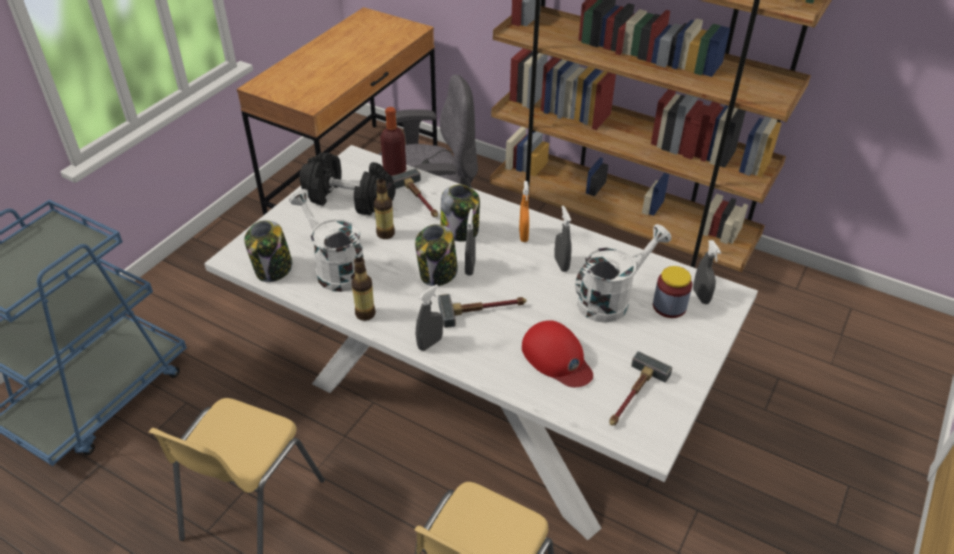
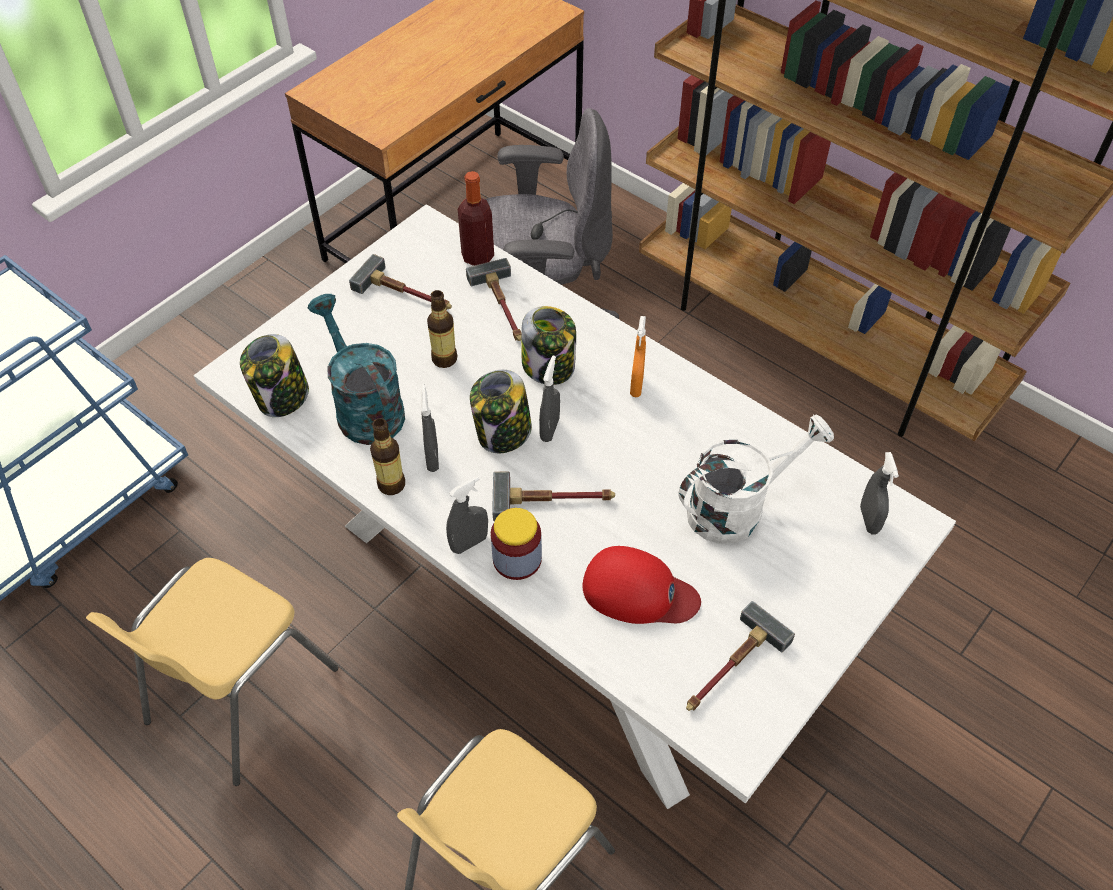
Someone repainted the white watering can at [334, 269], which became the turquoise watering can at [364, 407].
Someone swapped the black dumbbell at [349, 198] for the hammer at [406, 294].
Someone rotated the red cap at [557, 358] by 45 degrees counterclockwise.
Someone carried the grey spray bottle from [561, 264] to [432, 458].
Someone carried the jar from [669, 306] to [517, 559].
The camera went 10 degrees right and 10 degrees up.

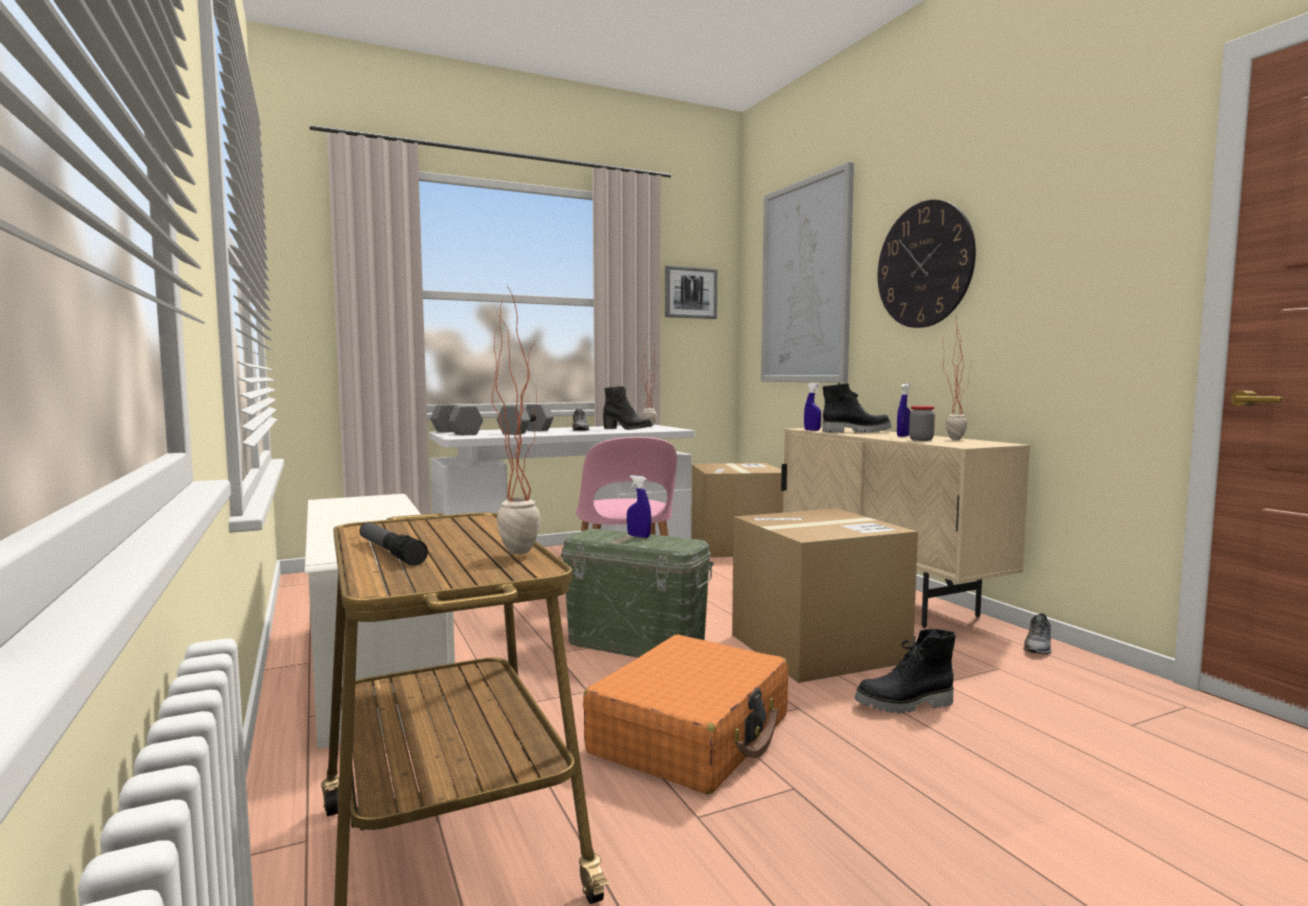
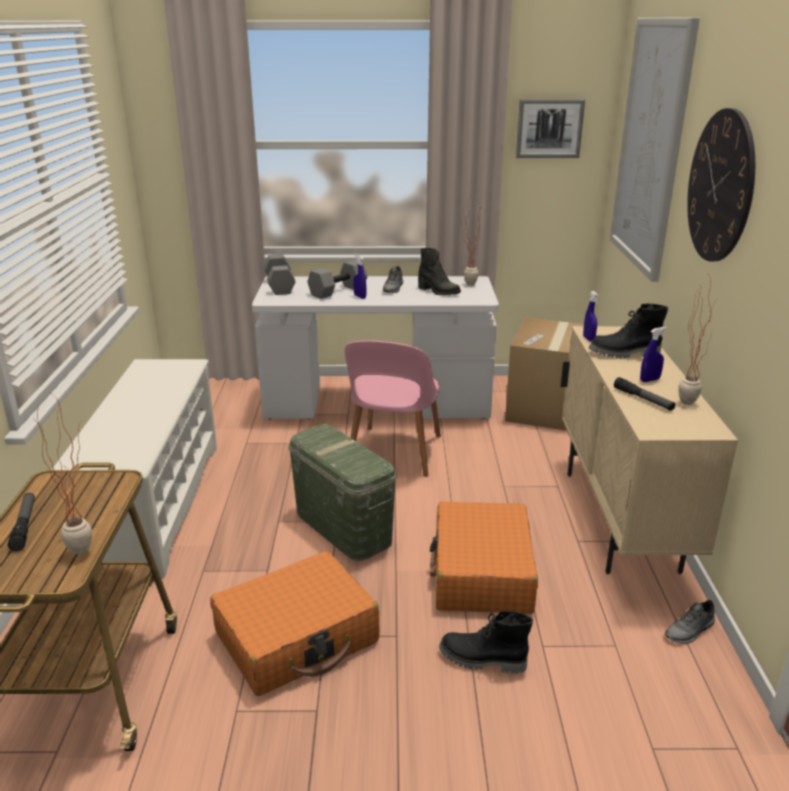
Someone carried the blue spray bottle from [638, 536] to [360, 297].
Someone swapped the cardboard box at [817, 648] for the orange suitcase at [482, 572].
Someone rotated the black boot at [856, 432] by 150 degrees clockwise.
Someone swapped the jar at [921, 440] for the flashlight at [643, 399].
The camera went 25 degrees right and 20 degrees up.

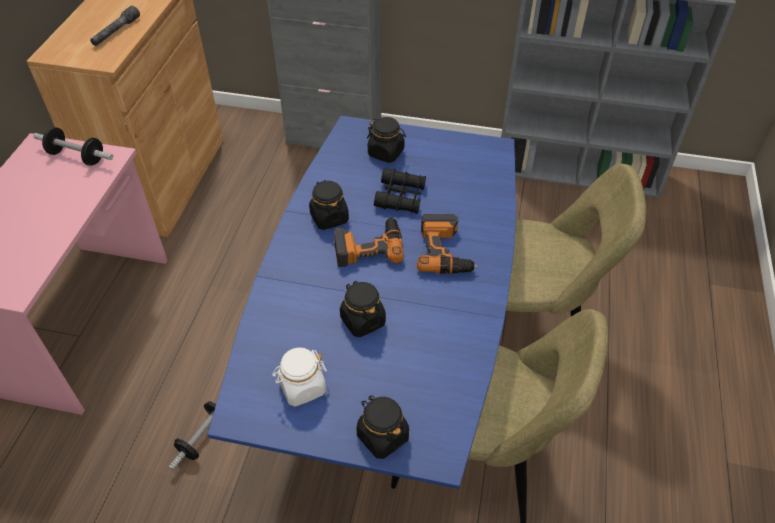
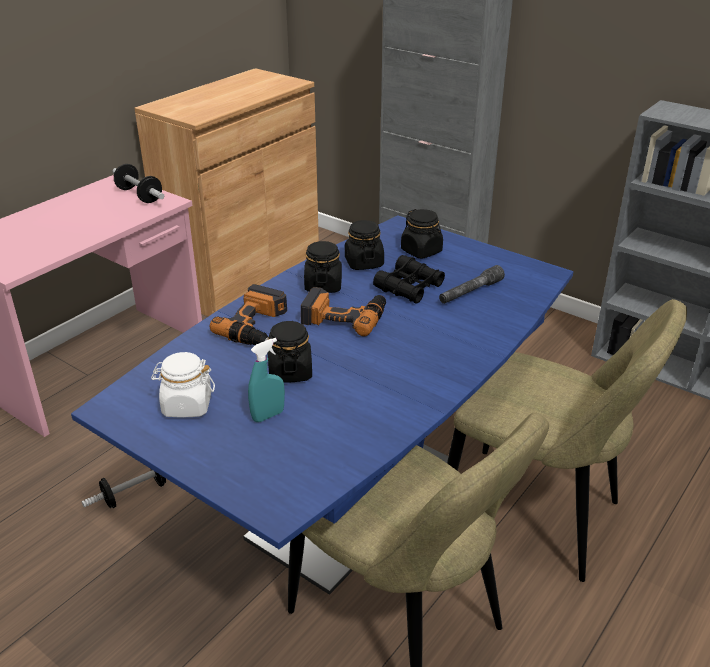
Someone carried the grey flashlight from [116, 32] to [470, 292].
Someone carried the black jar from [382, 436] to [364, 263].
Someone carried the power drill from [445, 251] to [257, 326].
Someone put down the turquoise spray bottle at [268, 415].
The camera went 25 degrees right and 15 degrees down.

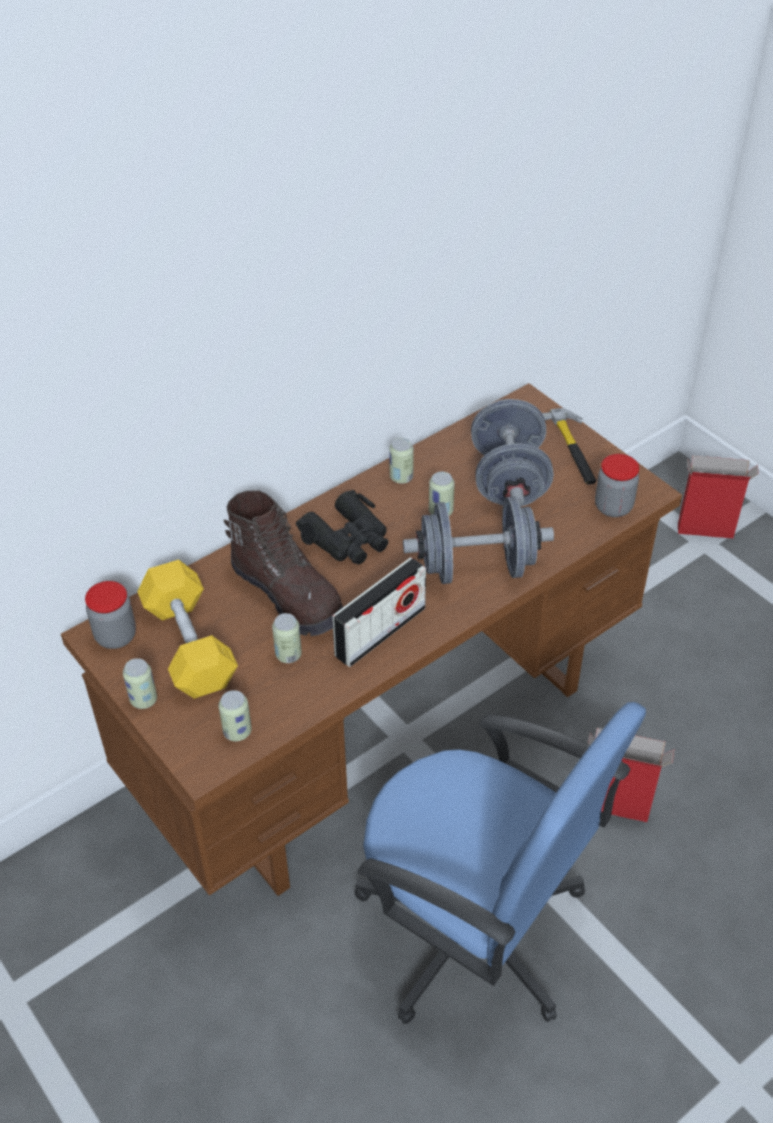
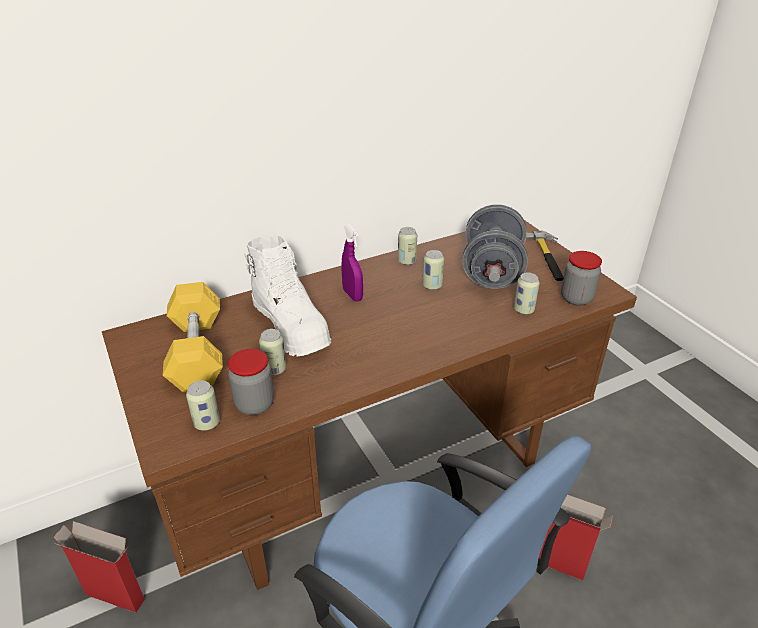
Someone carried the jar from [116, 636] to [254, 404].
Someone carried the can from [143, 699] to [523, 310].
Someone repainted the brown boot at [289, 594], which became the white boot at [291, 326].
Someone swapped the black binoculars at [348, 539] for the purple spray bottle at [352, 295].
Someone took away the radio at [380, 632].
Someone took away the grey dumbbell at [476, 567].
Someone carried the cardboard box from [706, 531] to [116, 597].
The camera went 10 degrees right and 10 degrees down.

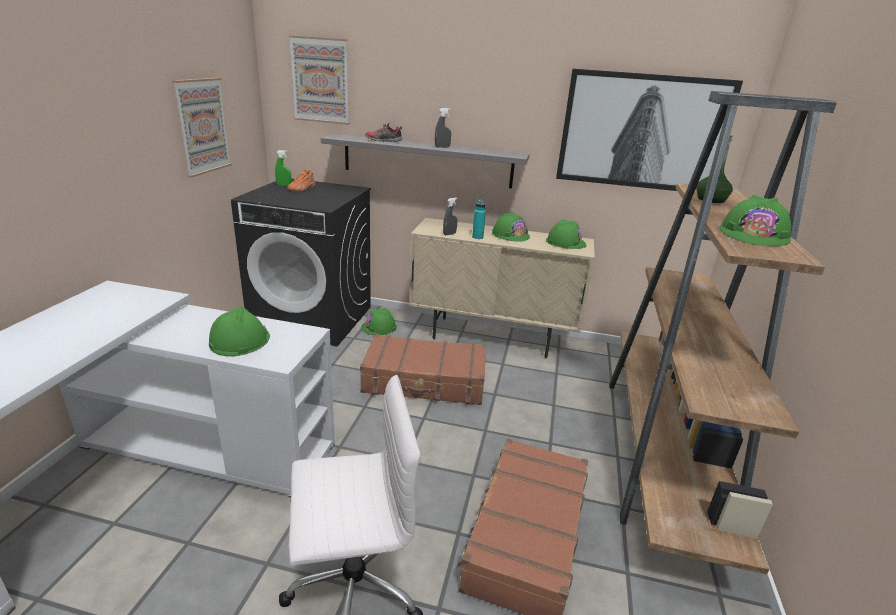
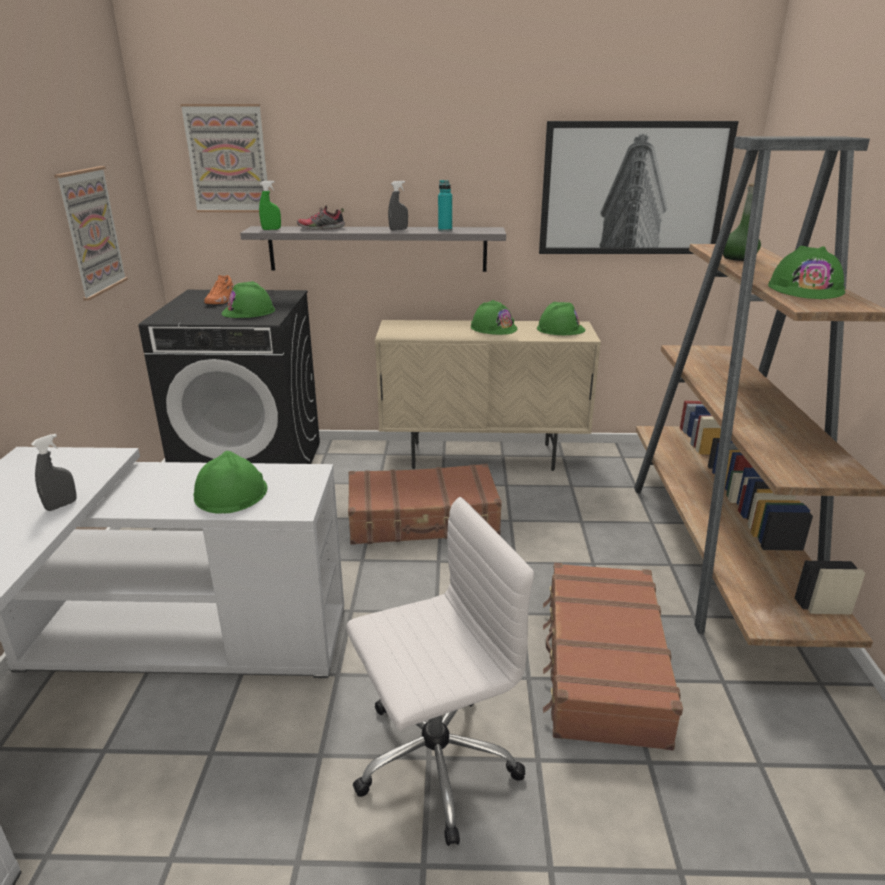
Someone carried the green spray bottle from [284, 185] to [271, 229].
Someone carried the green hard hat from [378, 327] to [248, 311].
Someone carried the grey spray bottle from [449, 234] to [61, 505].
Someone carried the turquoise bottle from [477, 237] to [445, 230].
The camera went 10 degrees left and 0 degrees up.

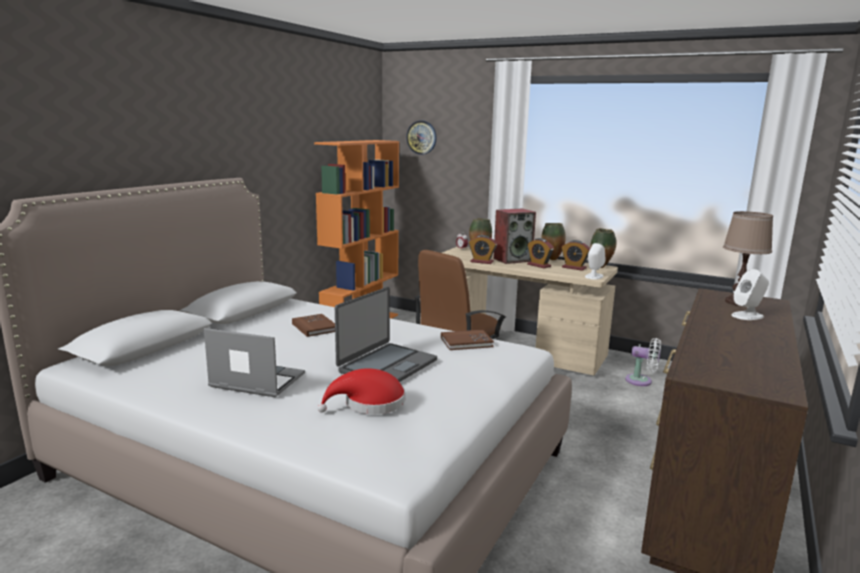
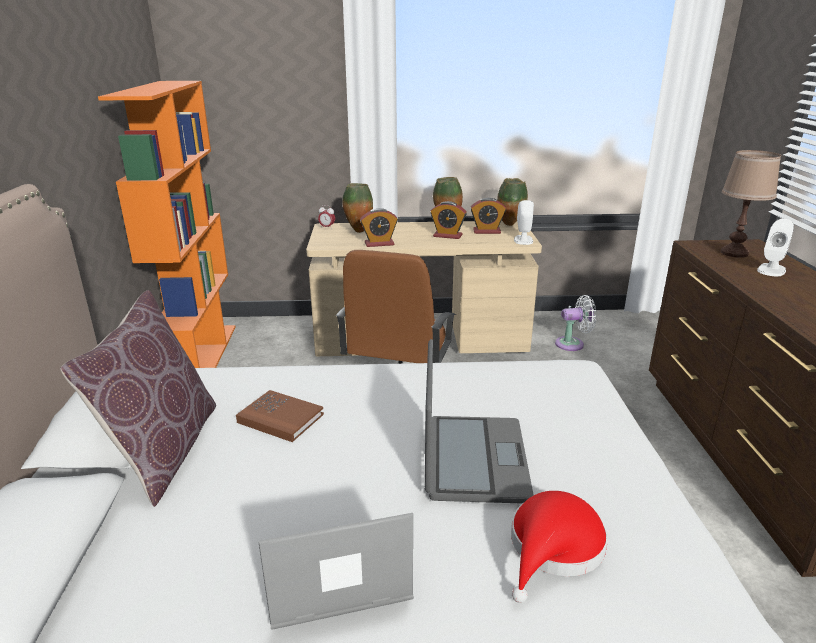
Someone took away the wall clock at [421, 137].
Someone took away the brown book at [466, 342].
Someone took away the speaker at [513, 259].
Someone put down the brown pillow at [164, 450].
The camera went 30 degrees left and 10 degrees up.

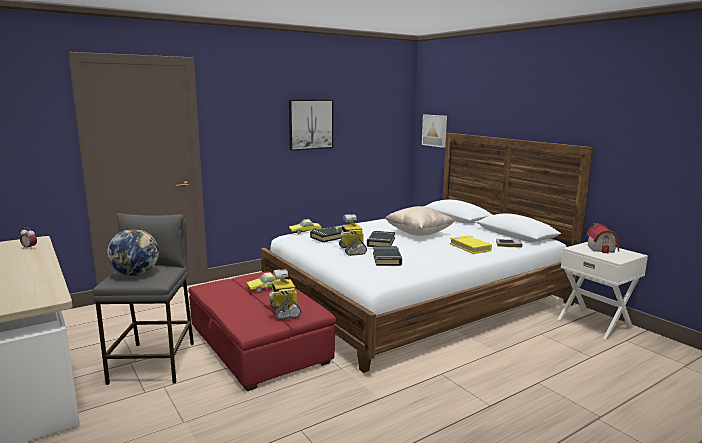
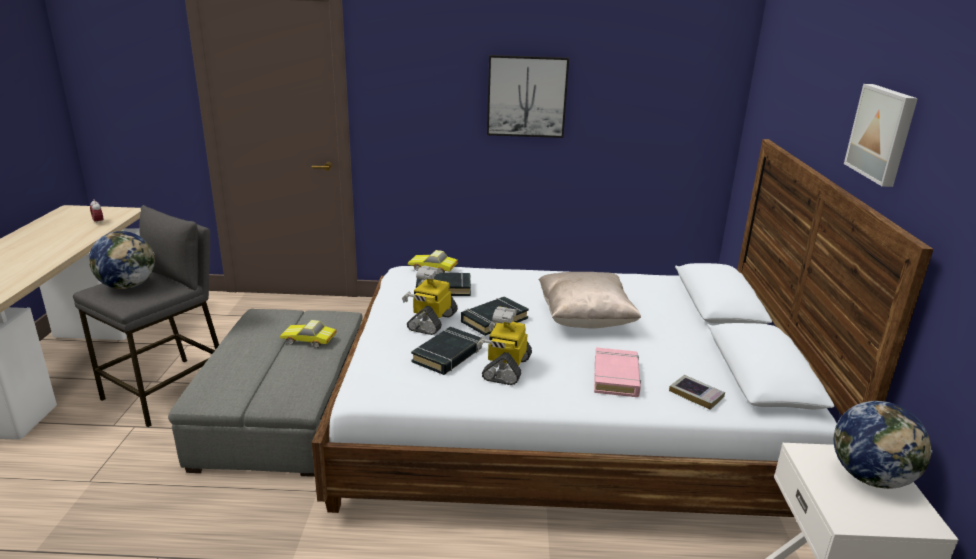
Someone repainted the red ottoman at [258, 345], which became the grey ottoman at [282, 411].
Someone carried the toy robot from [283, 311] to [505, 368].
Someone carried the picture from [435, 130] to [883, 133].
Someone repainted the yellow book at [470, 247], which became the pink book at [616, 377].
Someone swapped the toy house at [602, 248] for the globe at [870, 477].
The camera went 35 degrees right and 10 degrees up.

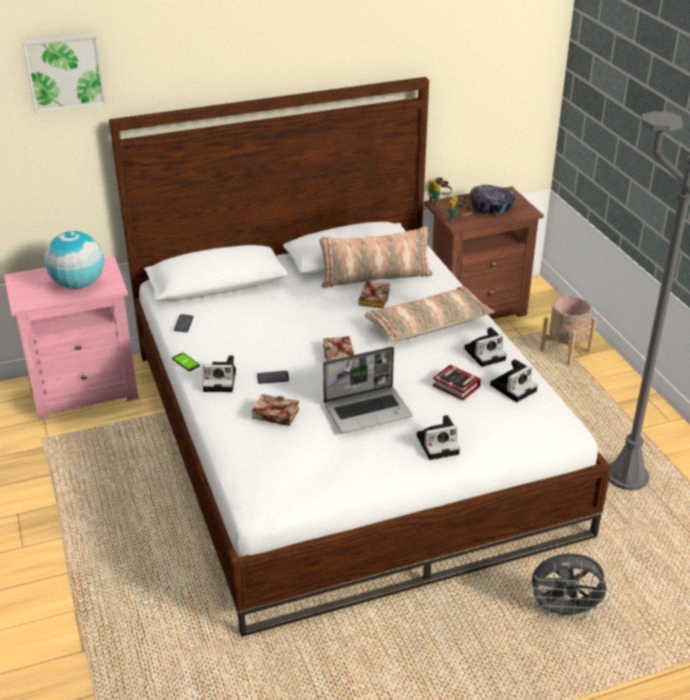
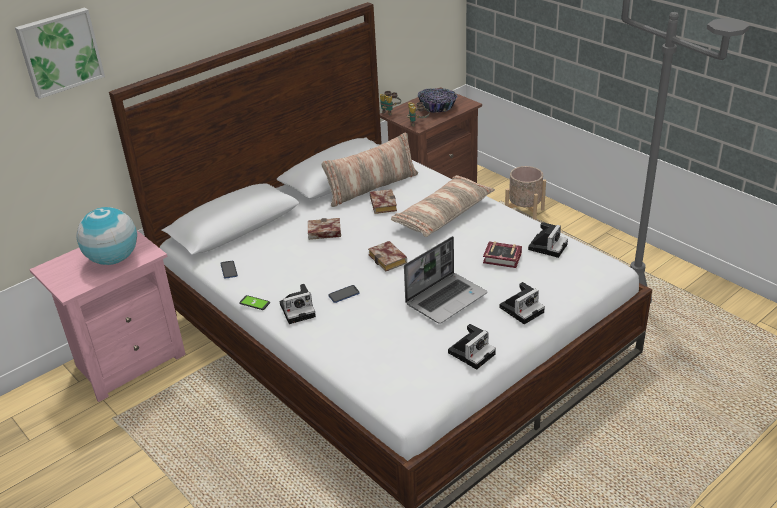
Someone carried the book from [273, 414] to [323, 233].
Someone carried the photo camera from [486, 353] to [472, 352].
Someone took away the grey fan at [564, 611].
The camera went 20 degrees left and 0 degrees up.

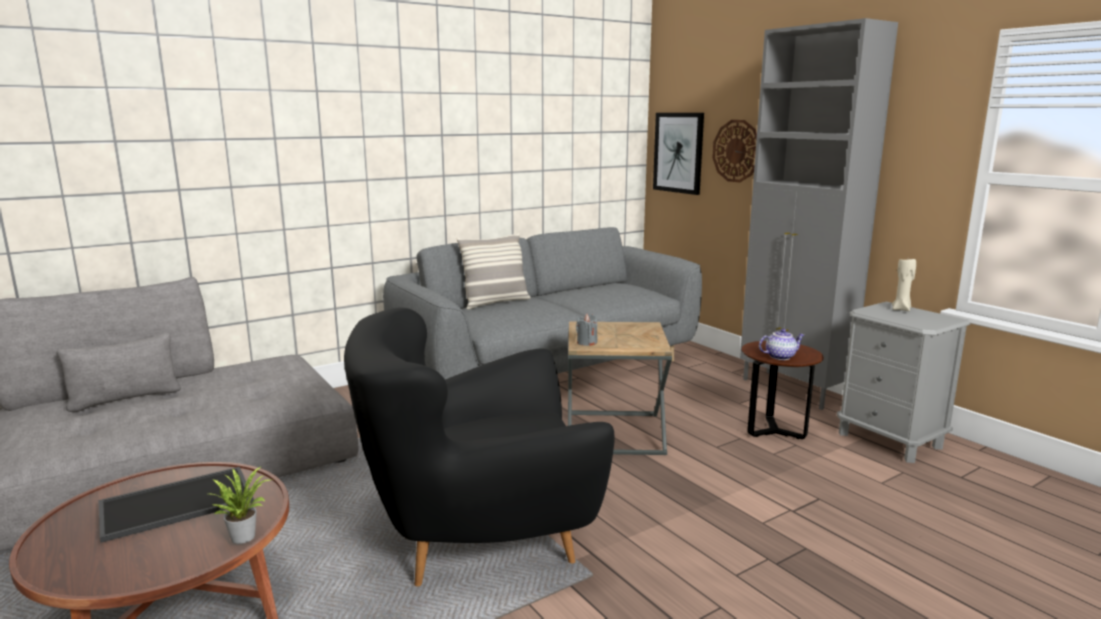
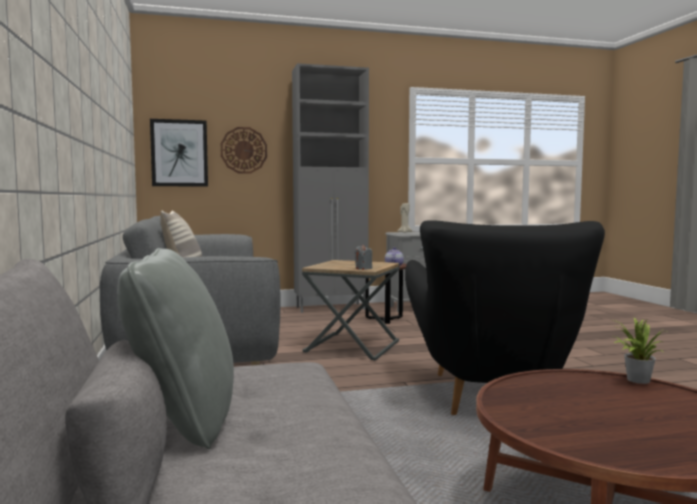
Someone took away the tray at [175, 504].
Someone put down the grey pillow at [183, 418].
The camera went 70 degrees left and 10 degrees down.

